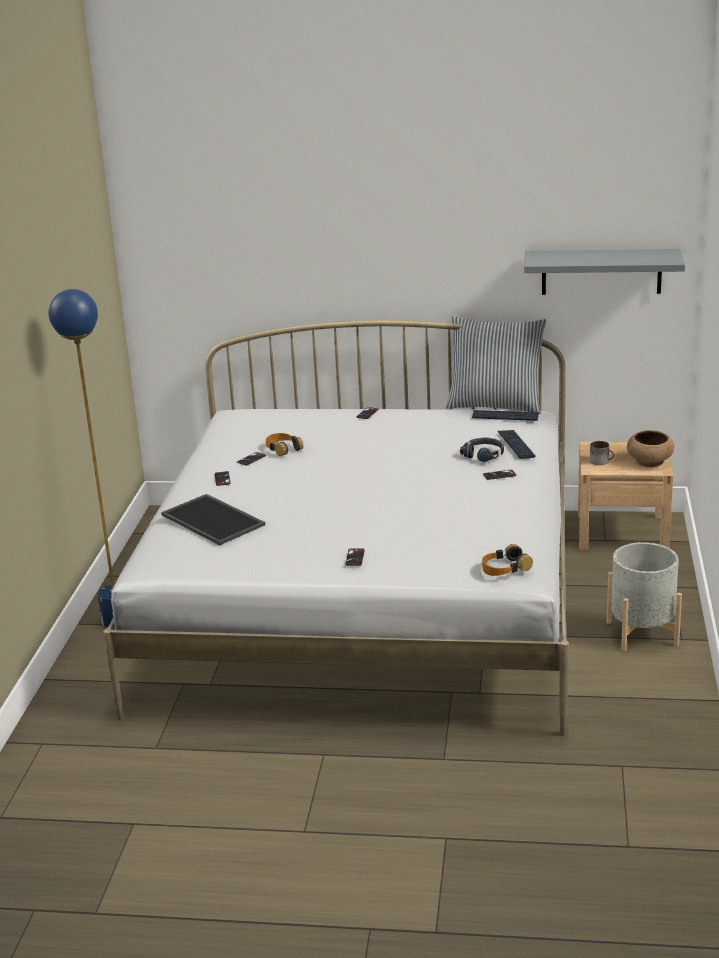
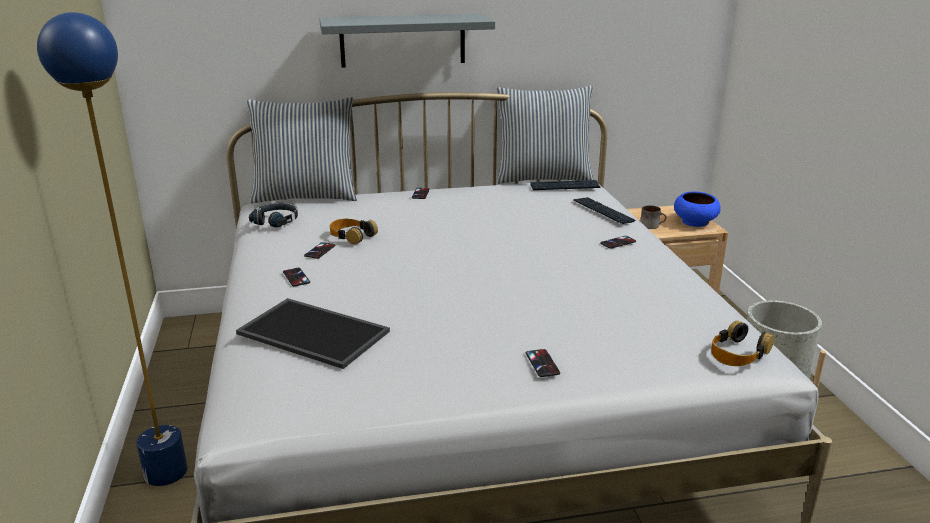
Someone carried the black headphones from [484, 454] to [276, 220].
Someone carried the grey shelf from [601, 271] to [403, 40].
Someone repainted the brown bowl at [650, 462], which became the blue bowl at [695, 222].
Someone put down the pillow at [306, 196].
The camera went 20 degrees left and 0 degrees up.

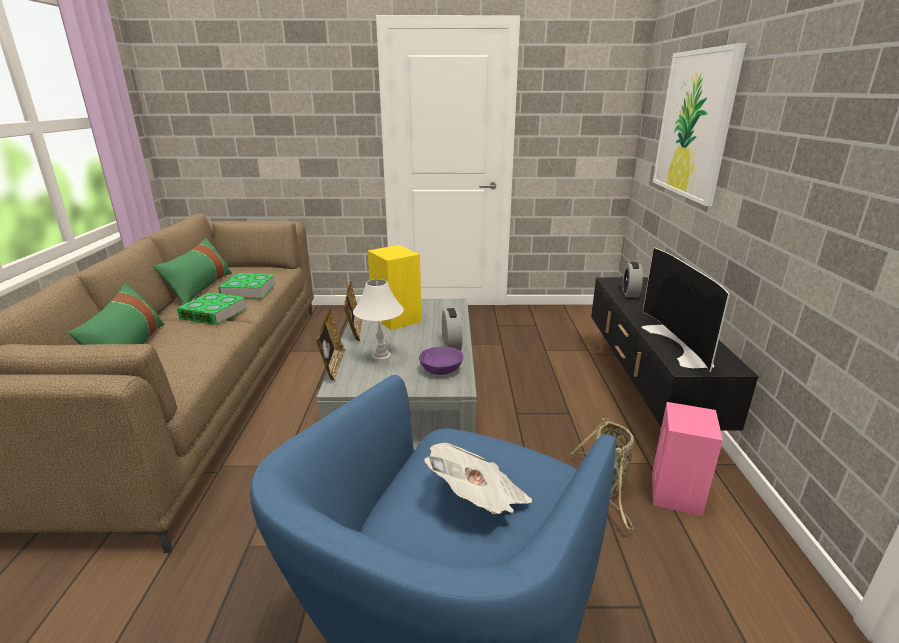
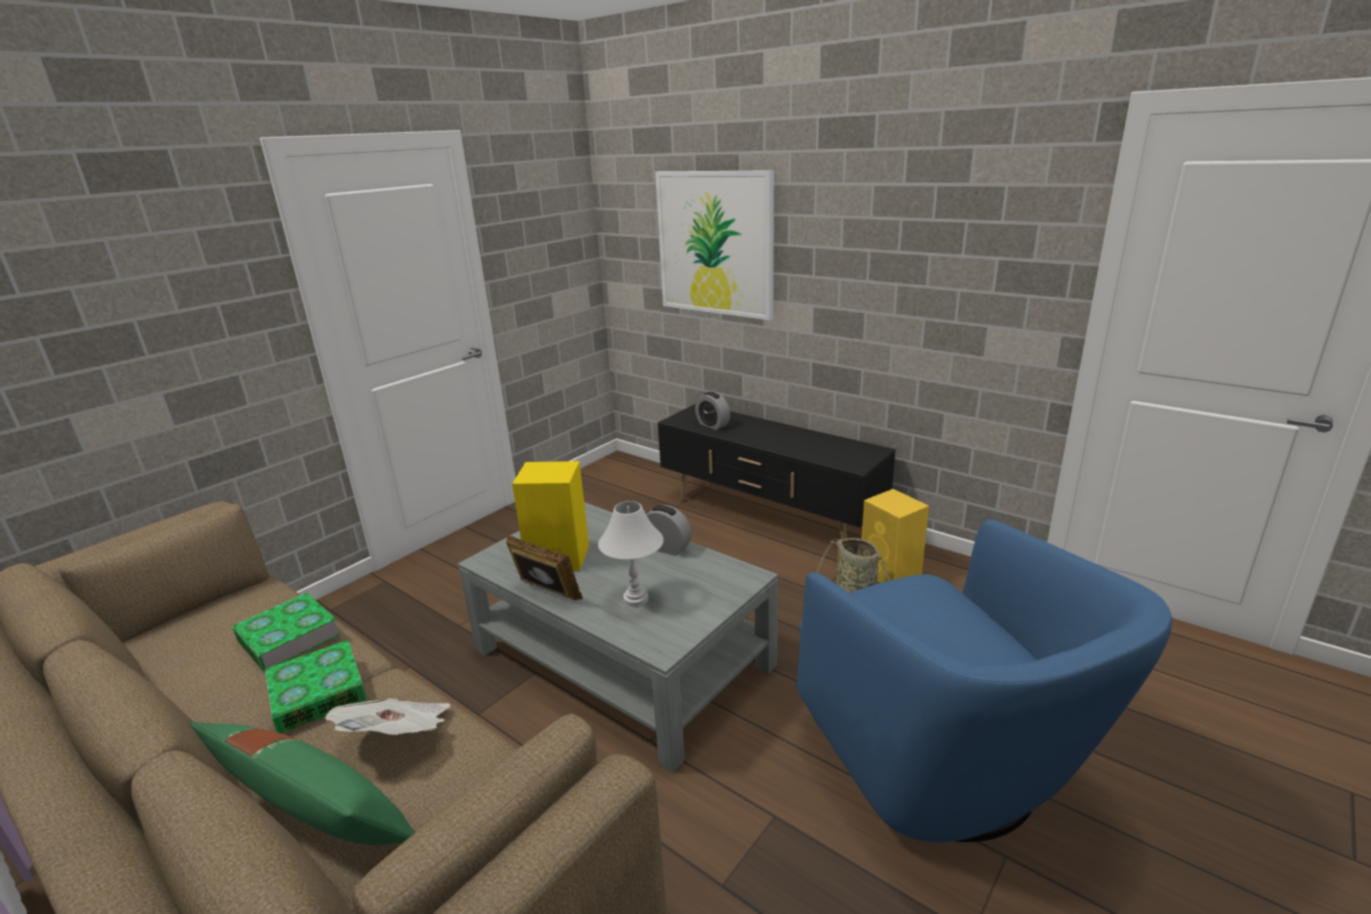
Someone took away the green pillow at [200, 288].
Someone took away the picture frame at [333, 367].
Someone took away the purple bowl at [441, 370].
Someone carried the newspaper from [478, 499] to [399, 737].
Someone took away the television at [680, 344].
Someone repainted the pink speaker at [676, 494], which became the yellow speaker at [891, 573].
The camera went 50 degrees left and 0 degrees up.

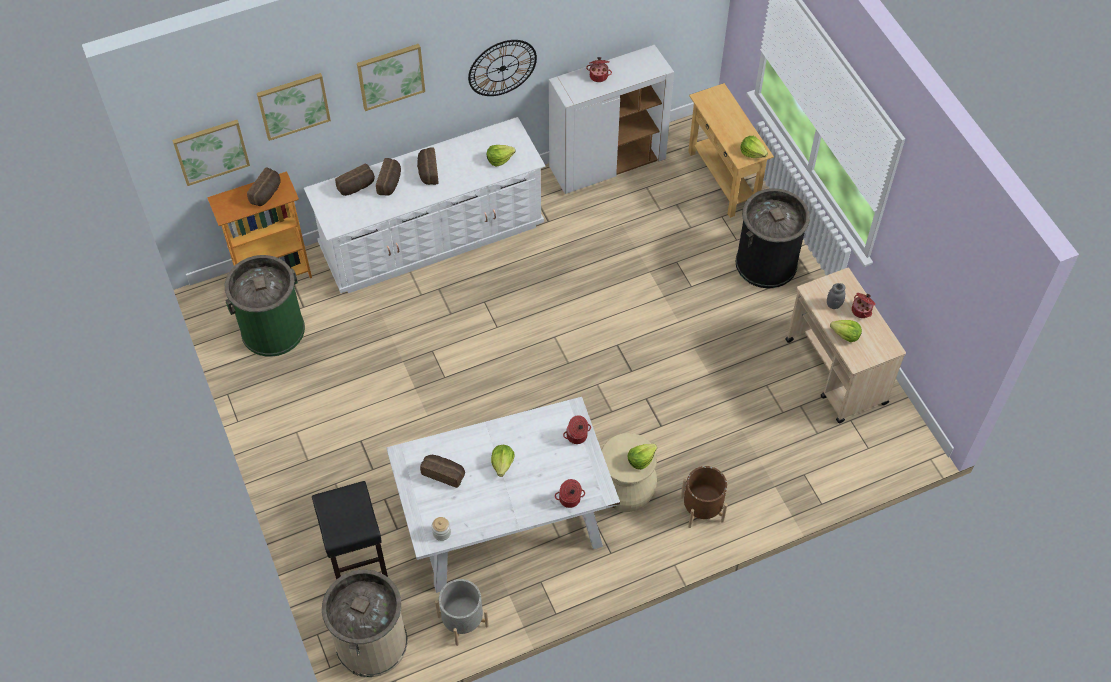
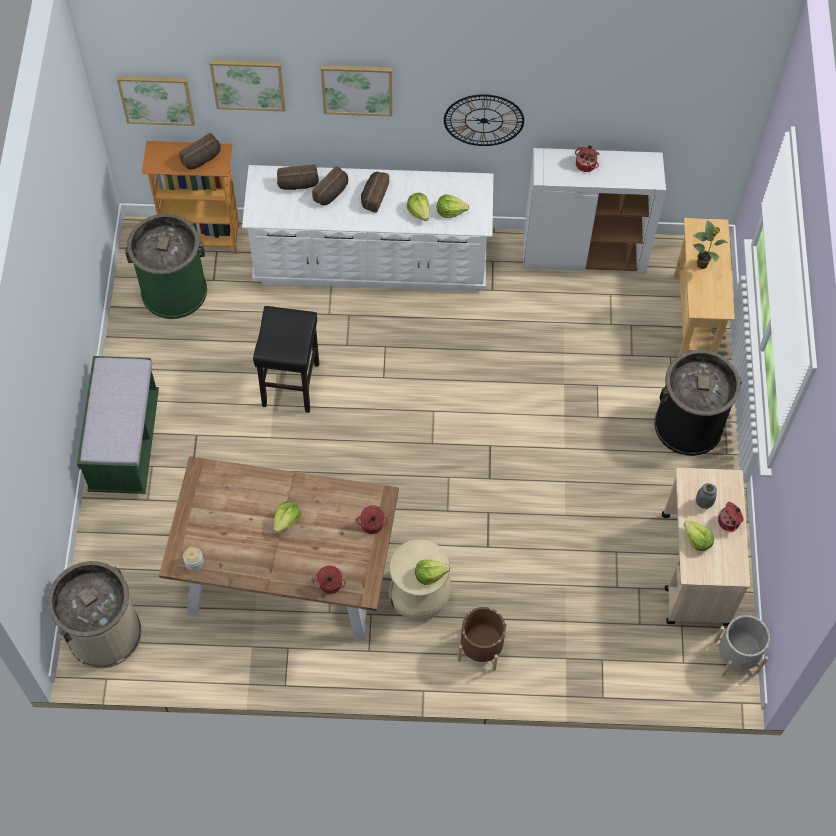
Someone carried the black stool from [356, 559] to [291, 384].
Someone repainted the white dining table at [504, 521], which became the brown dining table at [286, 573].
Someone took away the bread at [444, 473].
Someone carried the grey planter from [462, 621] to [737, 656].
Someone carried the lettuce from [752, 152] to [419, 211].
Someone put down the green bench at [125, 442].
Someone put down the potted plant at [703, 265].
The camera went 25 degrees right and 5 degrees up.

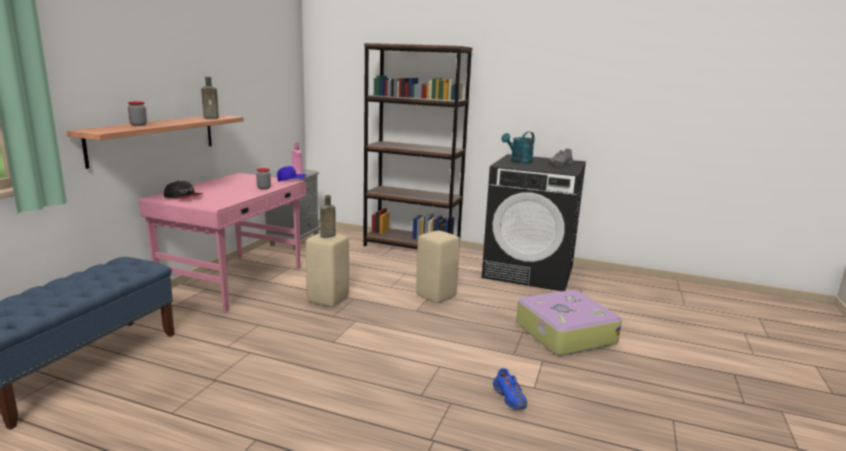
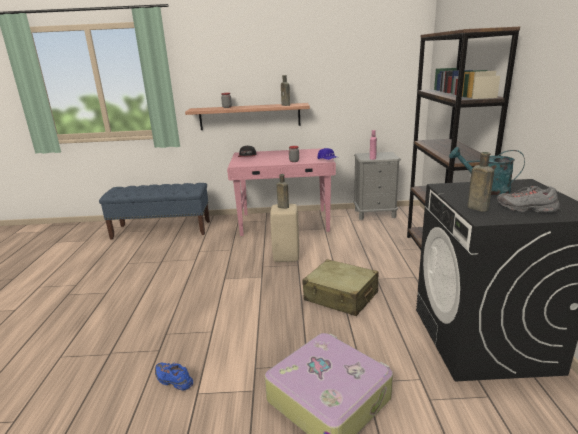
Someone swapped the beige stool at [436, 296] for the beige suitcase at [341, 296].
Someone rotated the blue shoe at [509, 398] by 75 degrees clockwise.
Someone put down the brown bottle at [476, 208].
The camera went 70 degrees right and 5 degrees up.

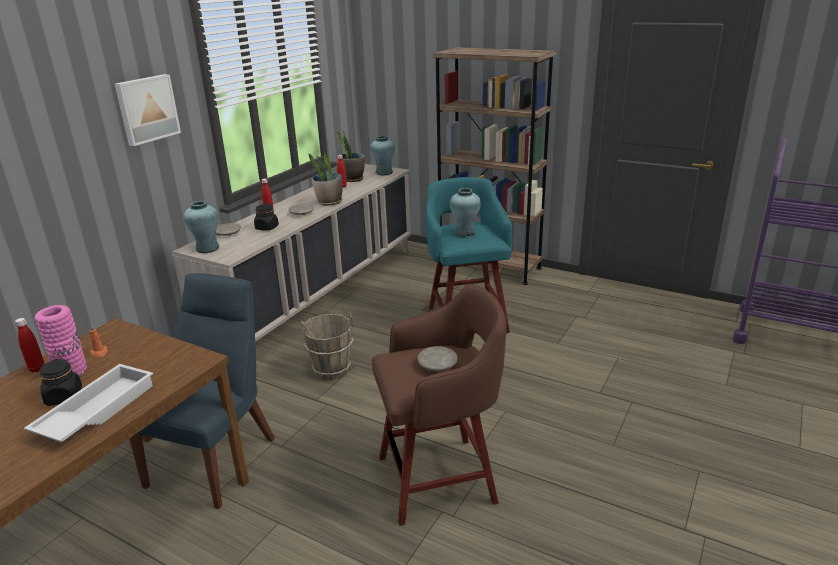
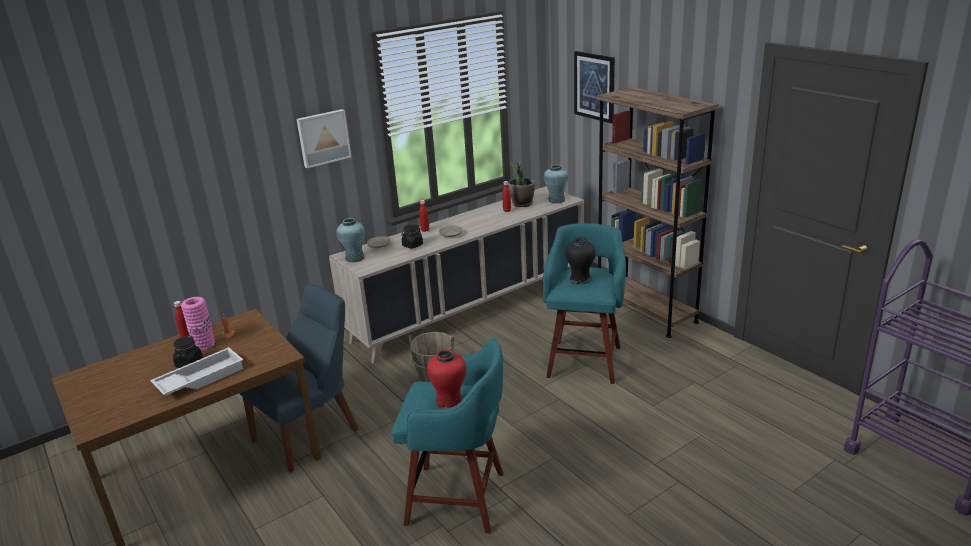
Someone took away the potted plant at [329, 202].
Someone repainted the brown stool at [440, 478], which became the turquoise stool at [459, 499].
Someone swapped the beige plate at [437, 365] for the red vase at [449, 402].
Someone repainted the turquoise vase at [465, 233], which became the black vase at [580, 279].
Someone put up the picture at [594, 86].
The camera went 25 degrees right and 0 degrees up.

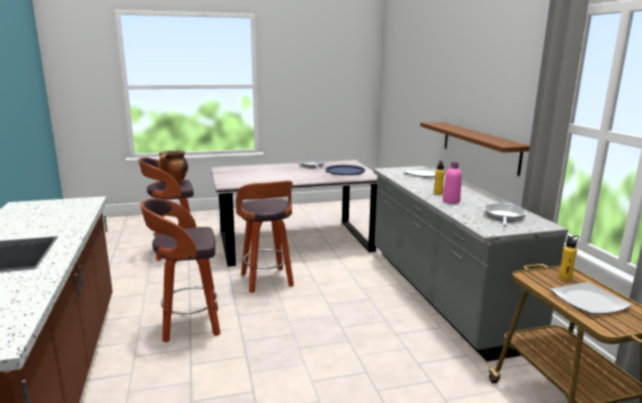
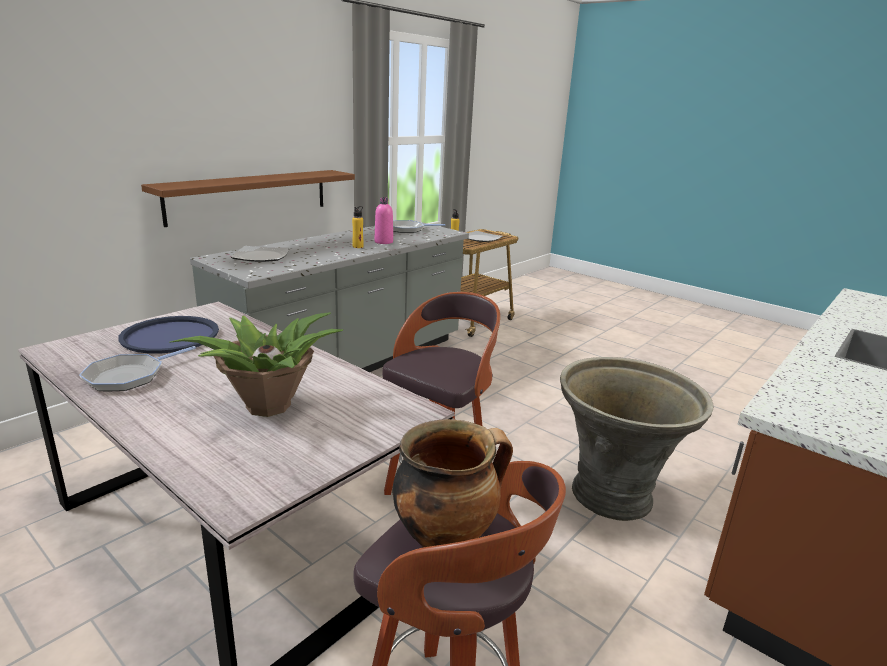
Someone swapped the stool at [189, 326] for the grey planter at [614, 496].
Someone put down the potted plant at [266, 406].
The camera went 125 degrees left and 5 degrees up.

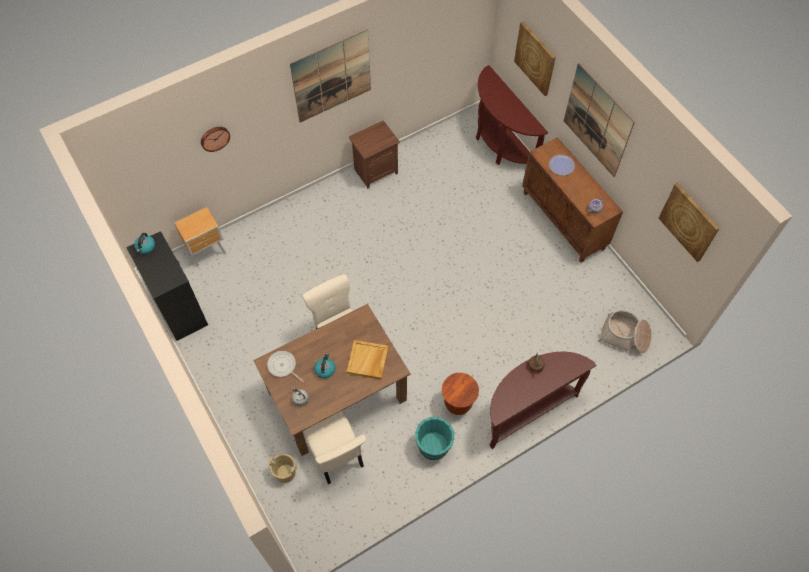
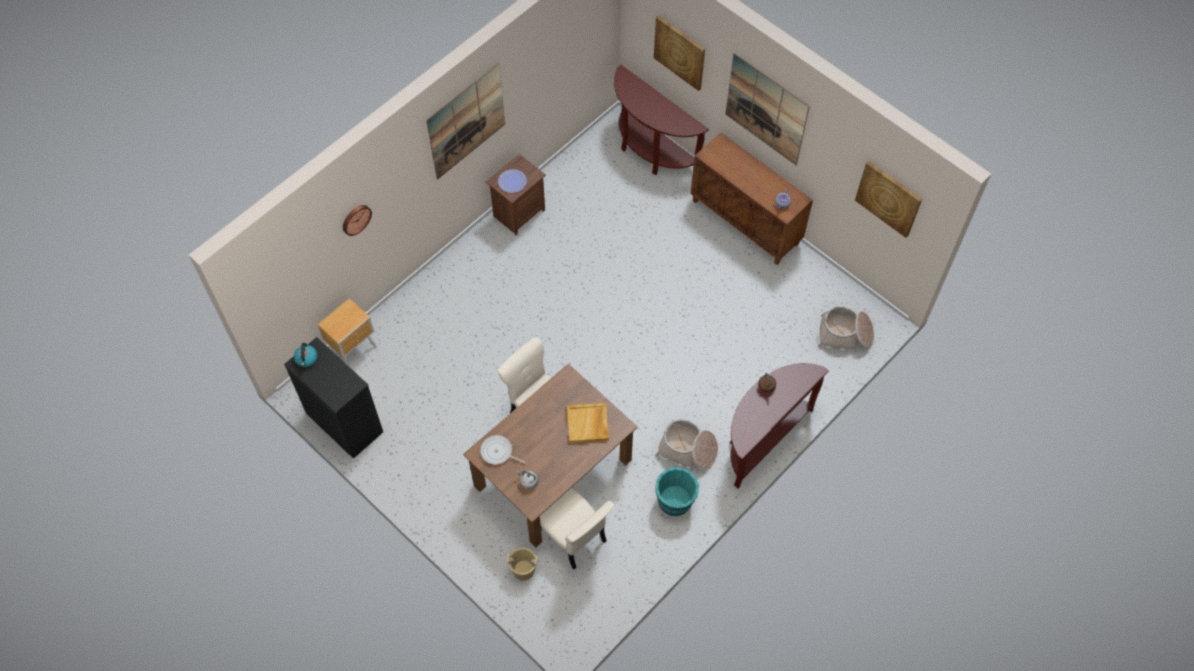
Someone took away the kettle at [325, 369].
Someone swapped the brown stool at [458, 403] for the basket at [688, 450].
Someone carried the plate from [561, 165] to [512, 181].
The camera went 15 degrees left and 0 degrees up.

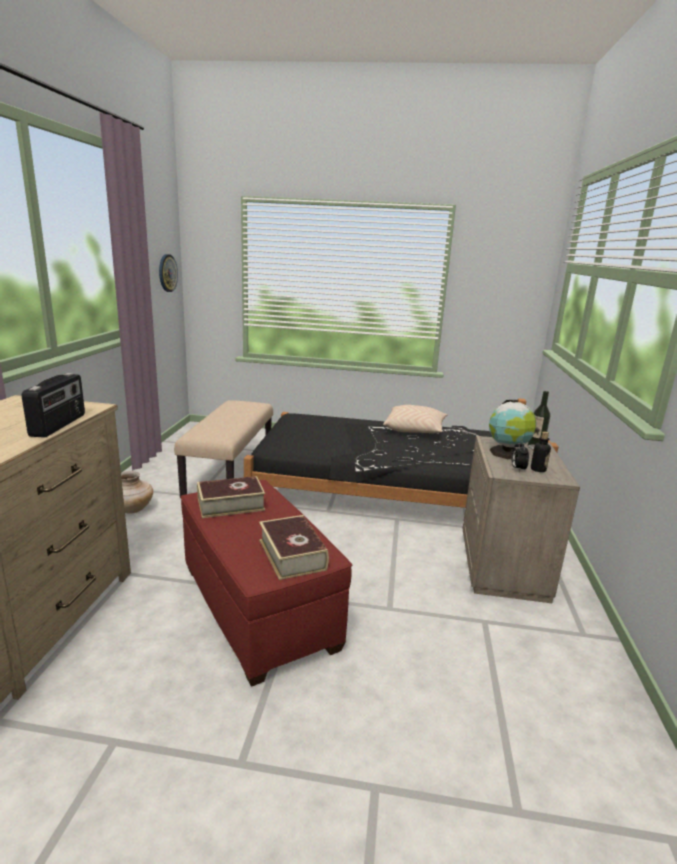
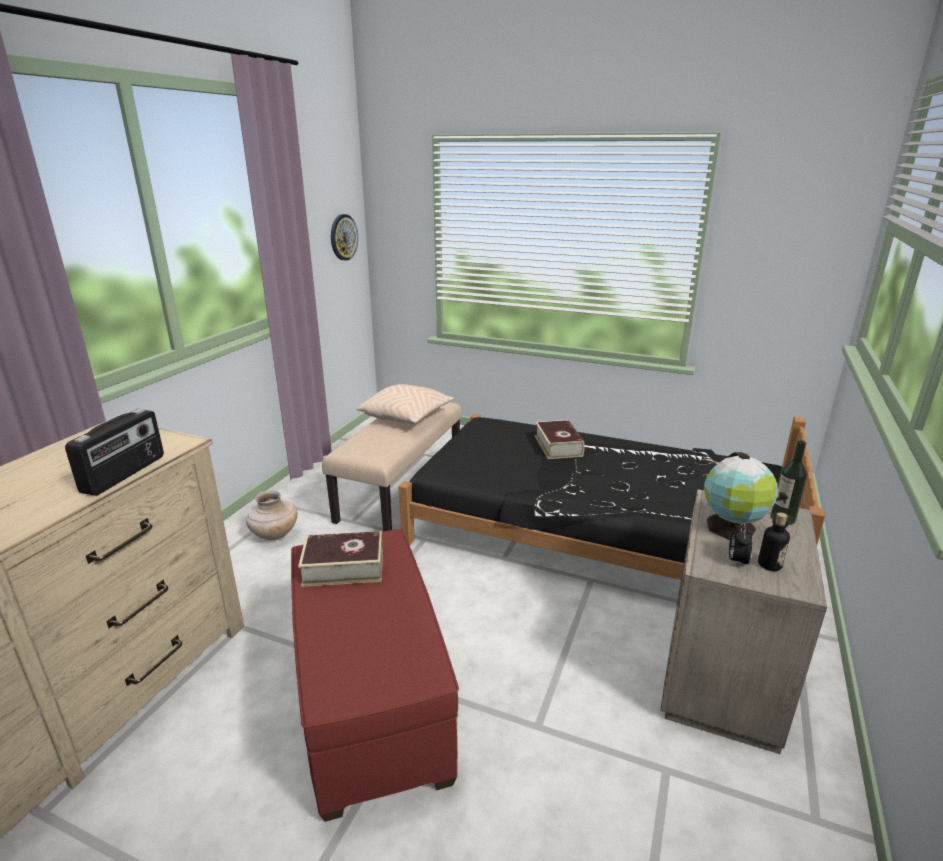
Someone carried the book from [292, 554] to [558, 446].
Someone carried the beige pillow from [415, 430] to [406, 416].
The camera went 15 degrees right and 5 degrees up.

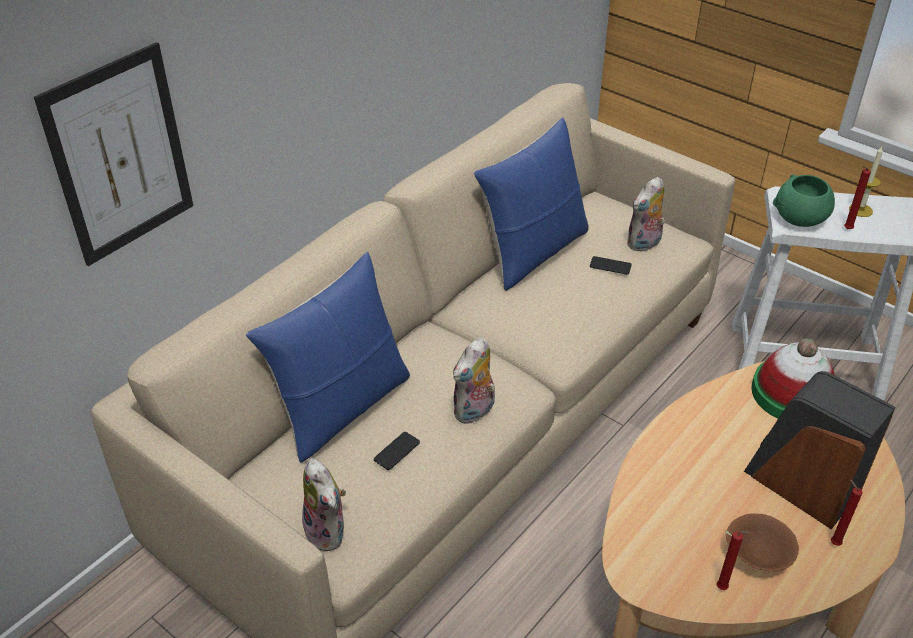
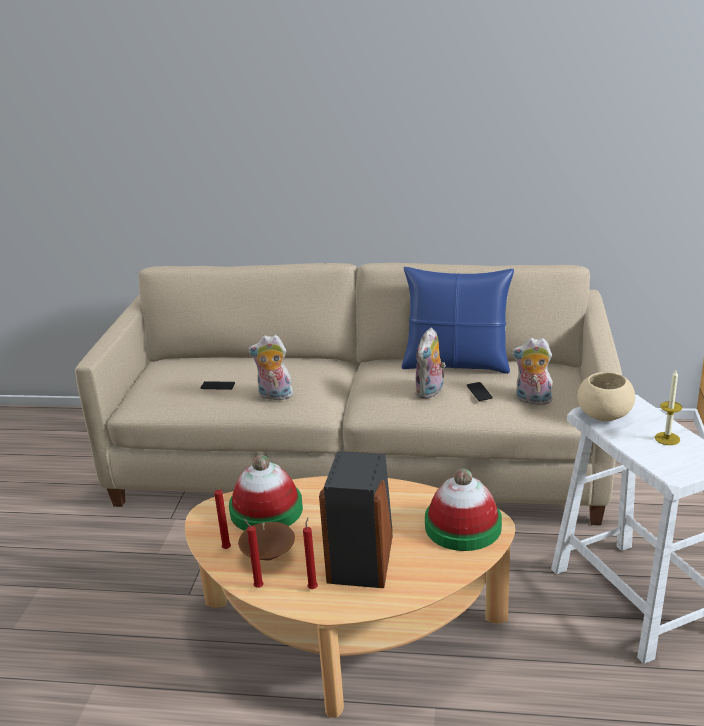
Someone took away the picture at [120, 156].
Someone took away the blue pillow at [341, 407].
Someone carried the plush toy from [329, 532] to [430, 392].
Someone repainted the green bowl at [800, 219], which became the beige bowl at [604, 415].
Someone carried the red candle from [846, 229] to [257, 586].
Someone put down the hat at [266, 510].
The camera went 60 degrees right and 15 degrees down.

